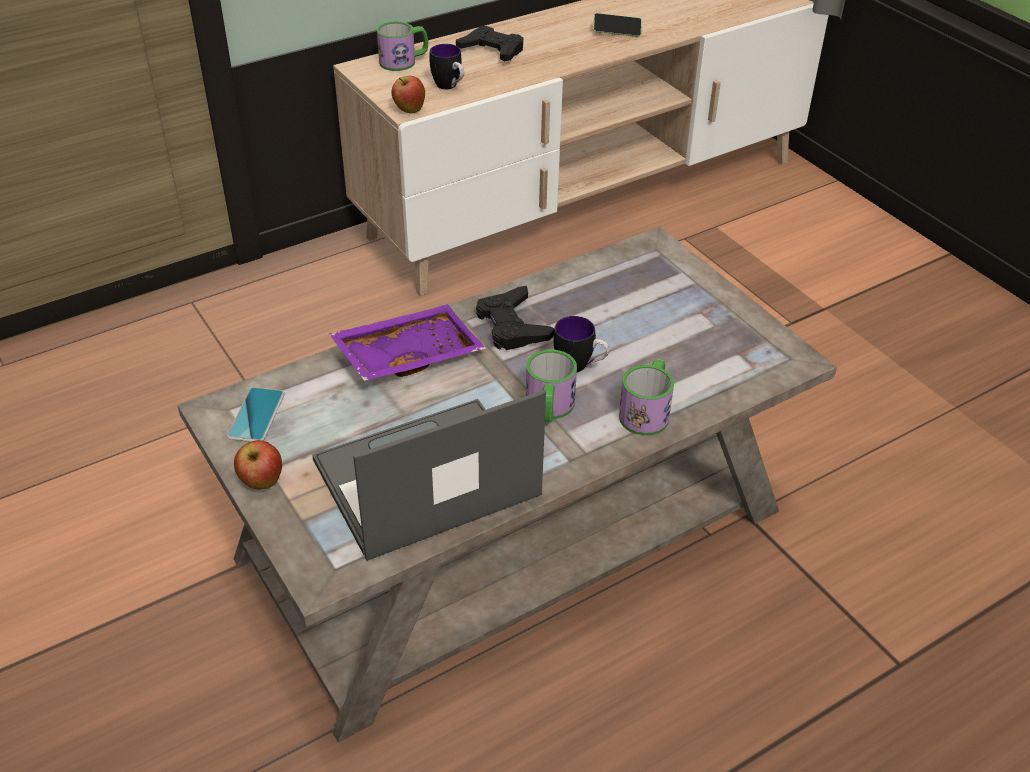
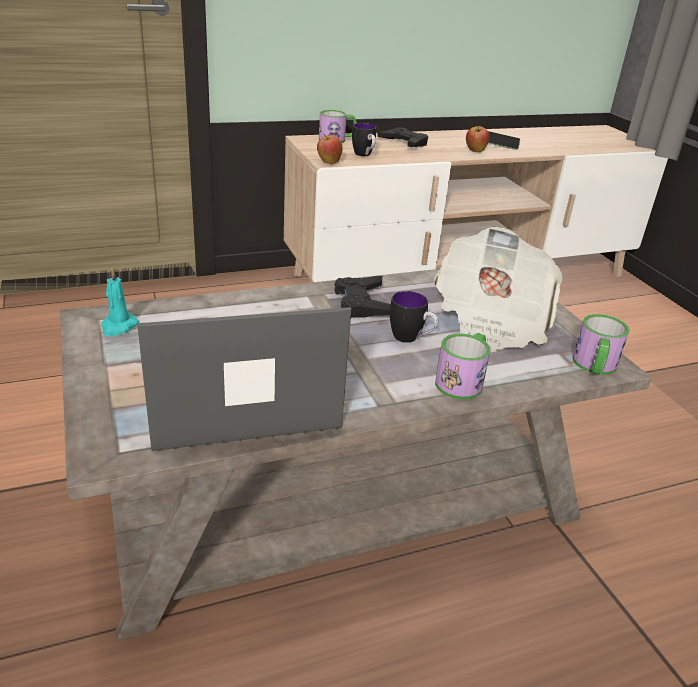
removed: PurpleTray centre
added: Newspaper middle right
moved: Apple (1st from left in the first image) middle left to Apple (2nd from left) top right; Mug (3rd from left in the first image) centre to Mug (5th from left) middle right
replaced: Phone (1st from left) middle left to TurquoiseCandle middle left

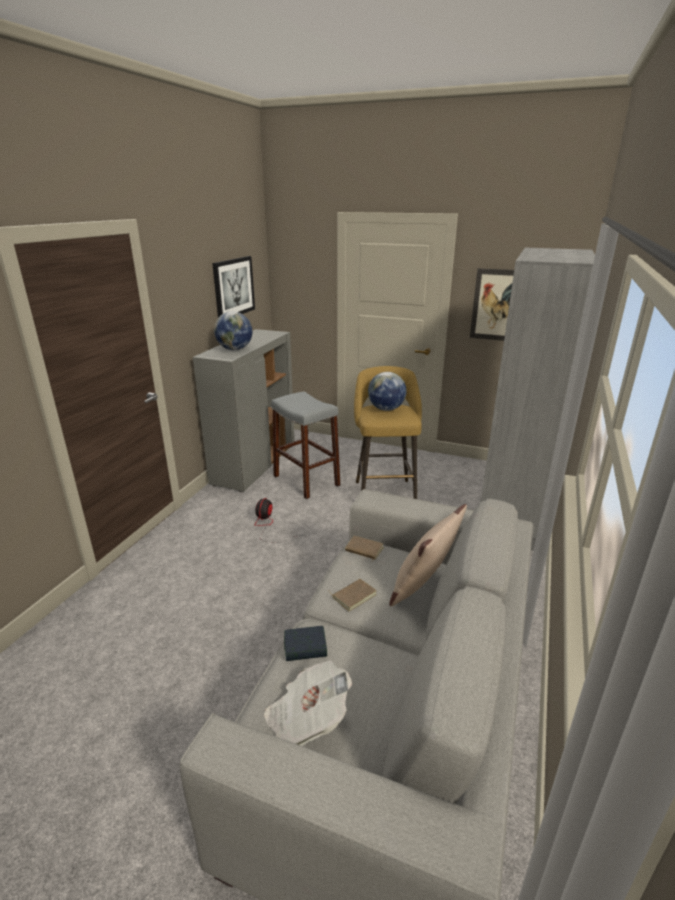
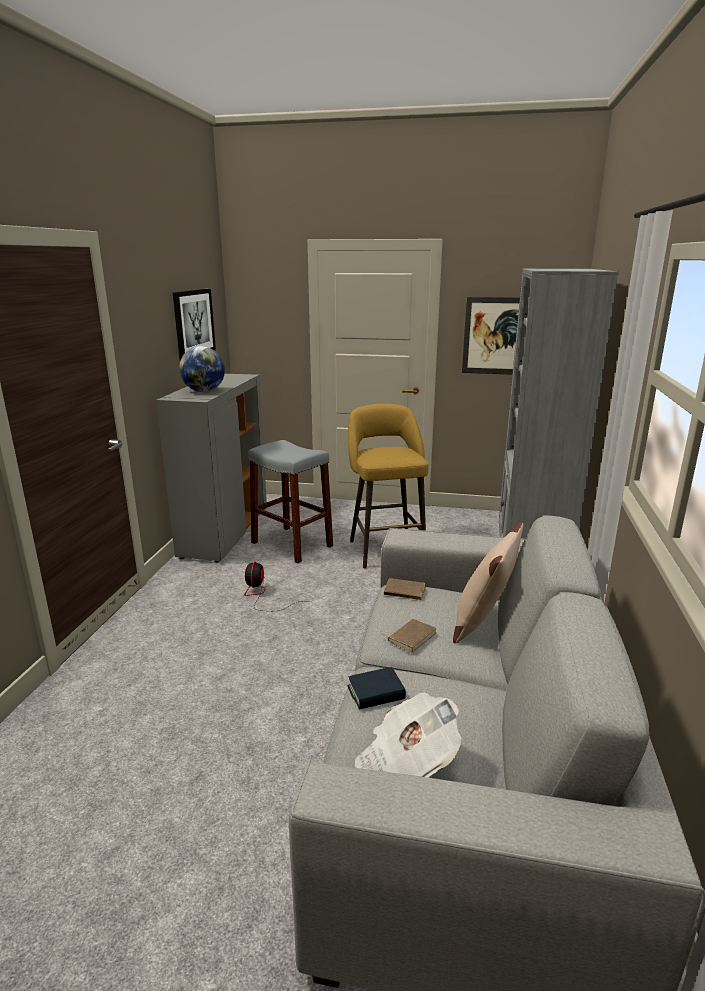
removed: Globe (2nd from left) centre

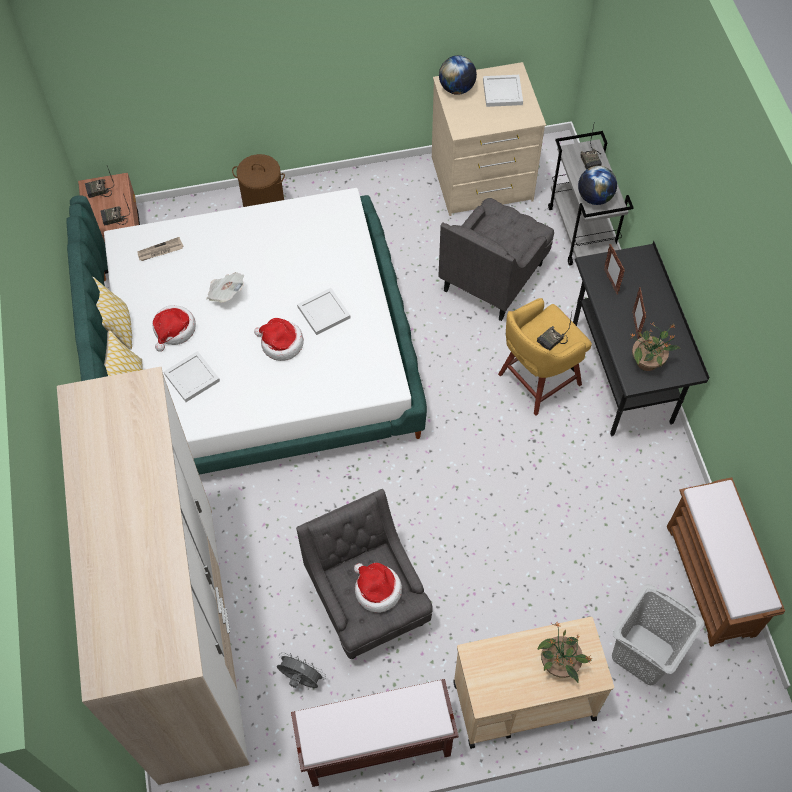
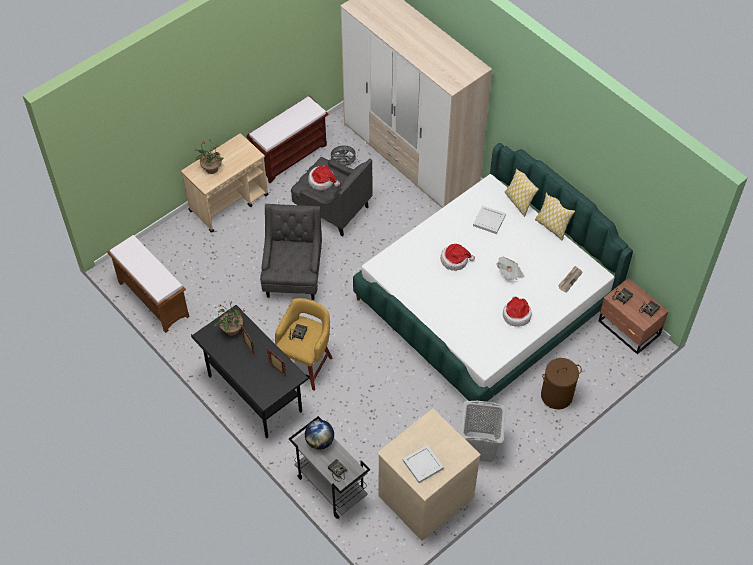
removed: WhiteTray (2nd from left) centre; Globe (1st from left) top centre
moved: GreyArmchair (2nd from left in the first image) top centre to GreyArmchair (1st from left) centre; GreyLaundryBasket bottom right to bottom centre; Hat (1st from left in the first image) middle left to Hat (3rd from left) middle right

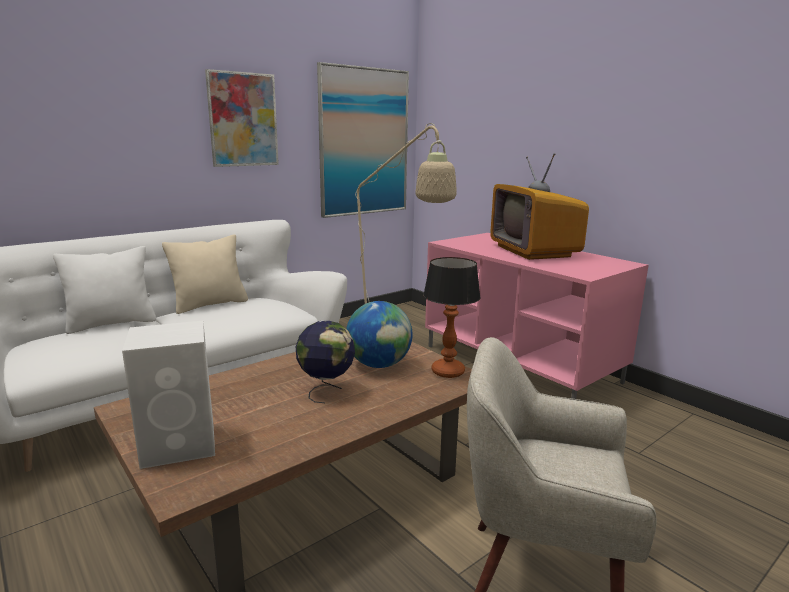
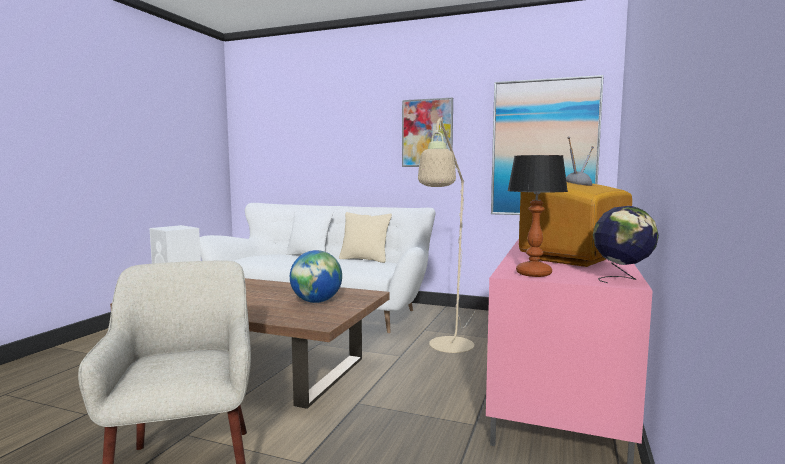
moved: TableLamp centre to middle right; Globe (1st from left in the first image) centre to Globe (2nd from left) middle right

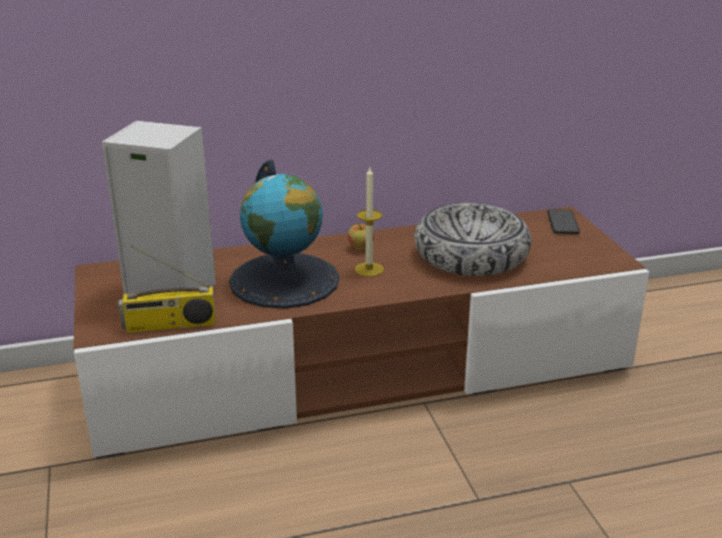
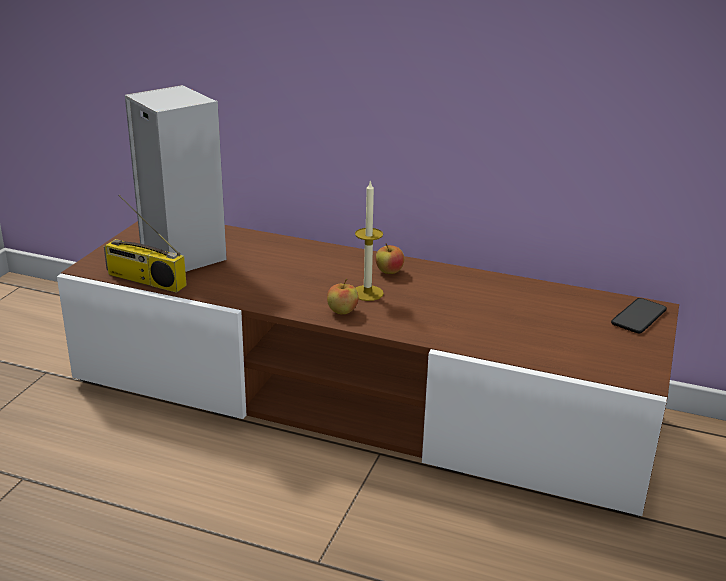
removed: Globe centre; Bowl centre
added: Apple (1st from left) centre

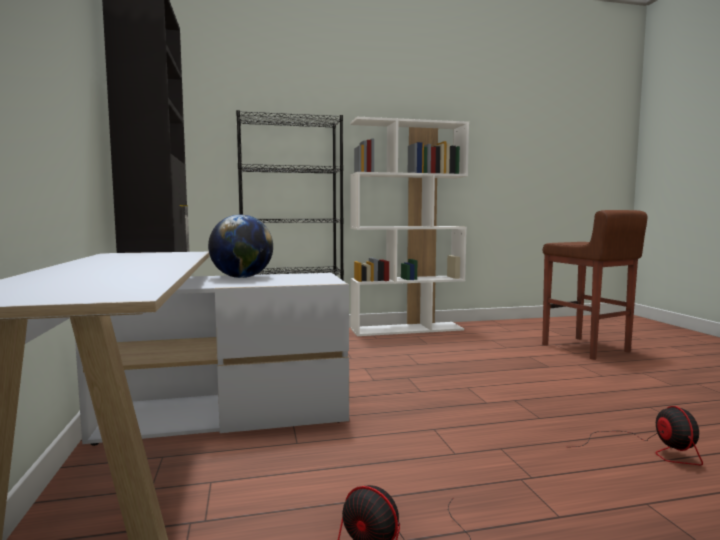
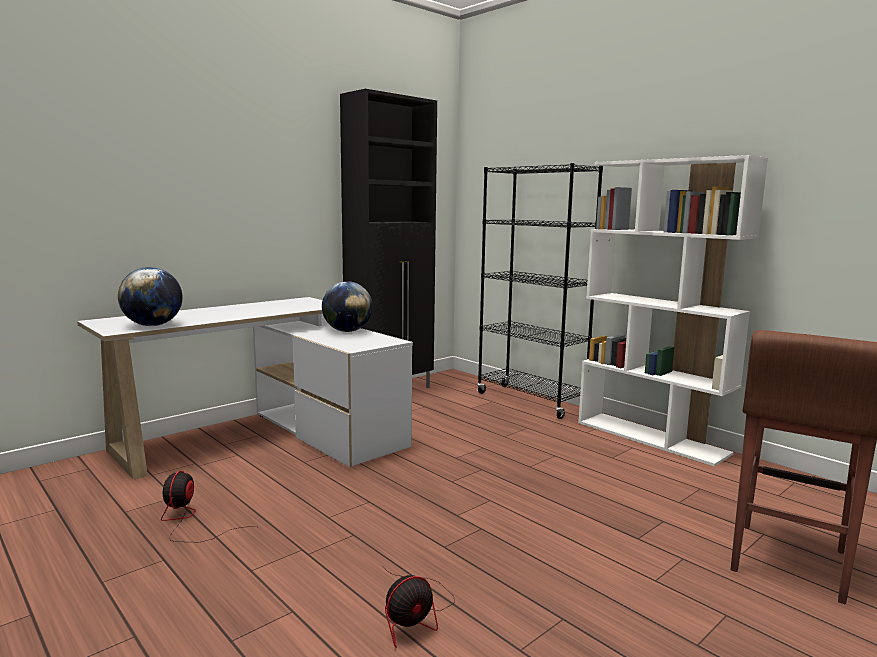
added: Globe (1st from left) middle left

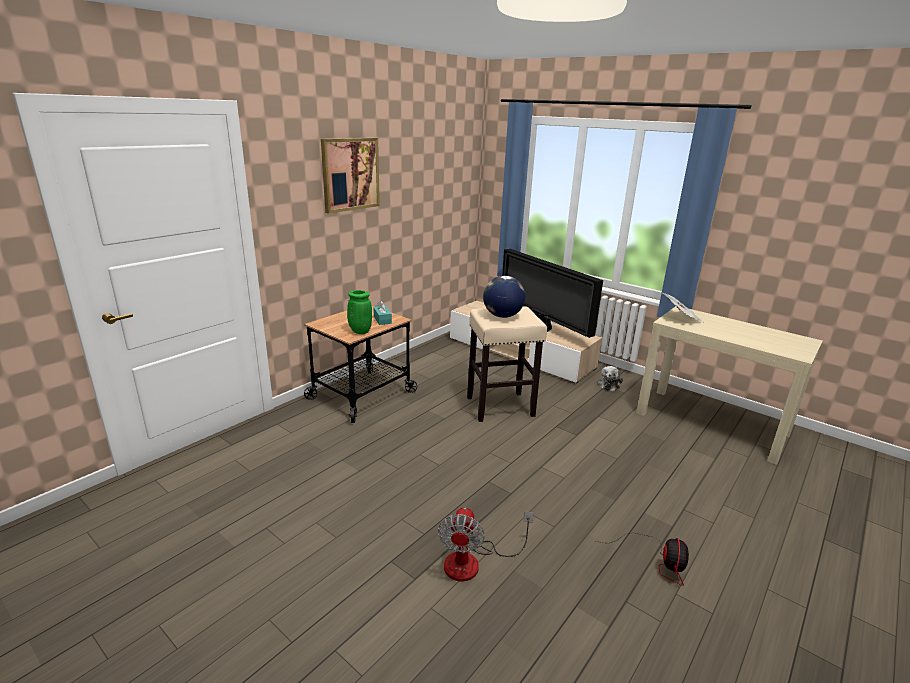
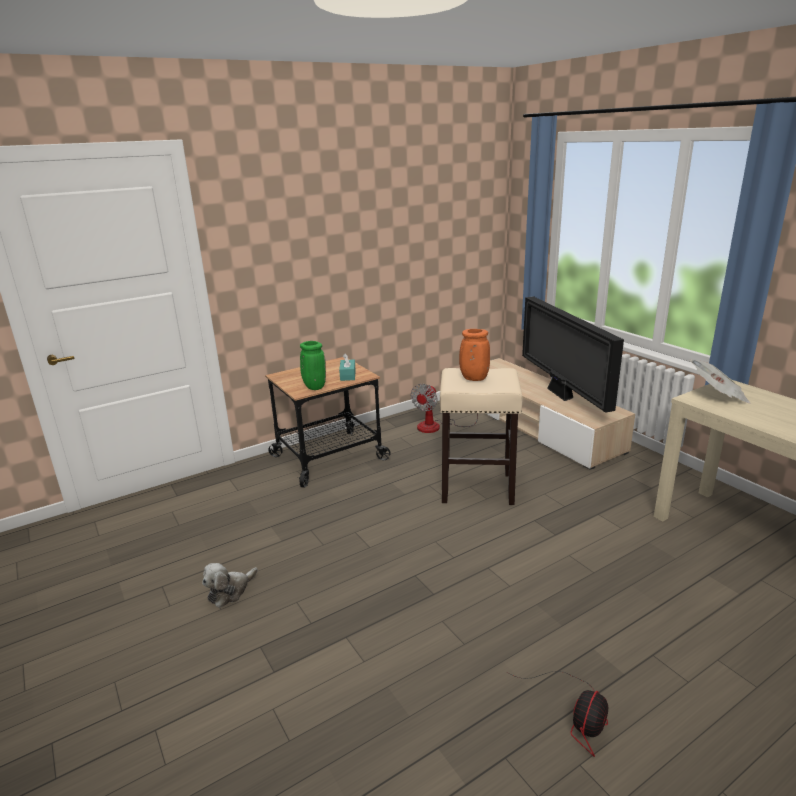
removed: Picture top centre
moved: PlushToy middle right to bottom left; Fan (1st from left) bottom centre to centre
replaced: Globe centre to OrangeVase centre

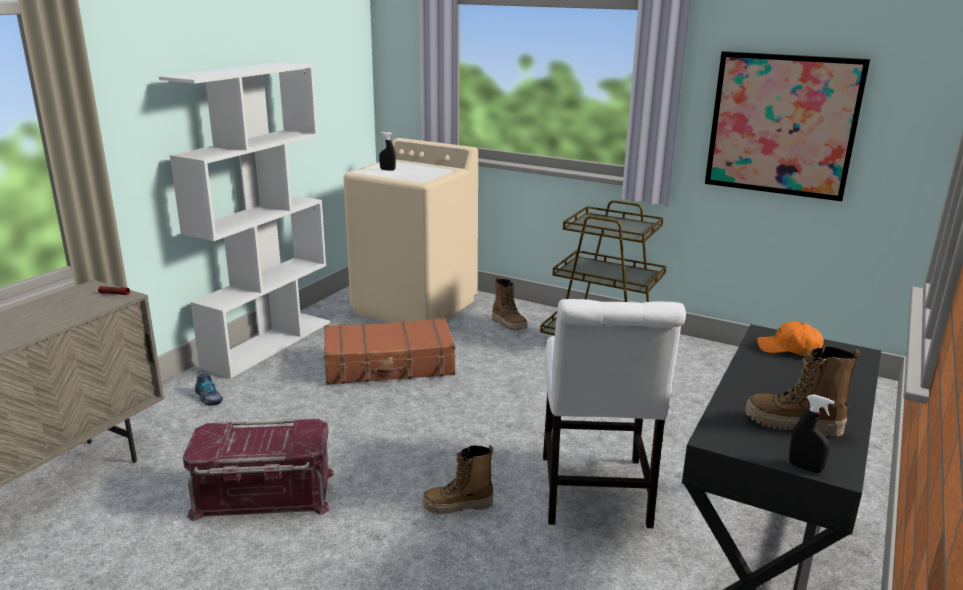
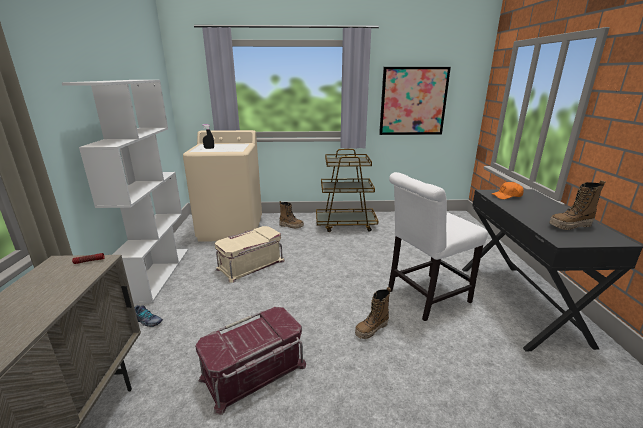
removed: BlackSprayBottle (2nd from left) bottom right
replaced: BrownSuitcase centre to BeigeStorageBox centre
turned: WhiteChair bottom centre = middle right 90 degrees clockwise

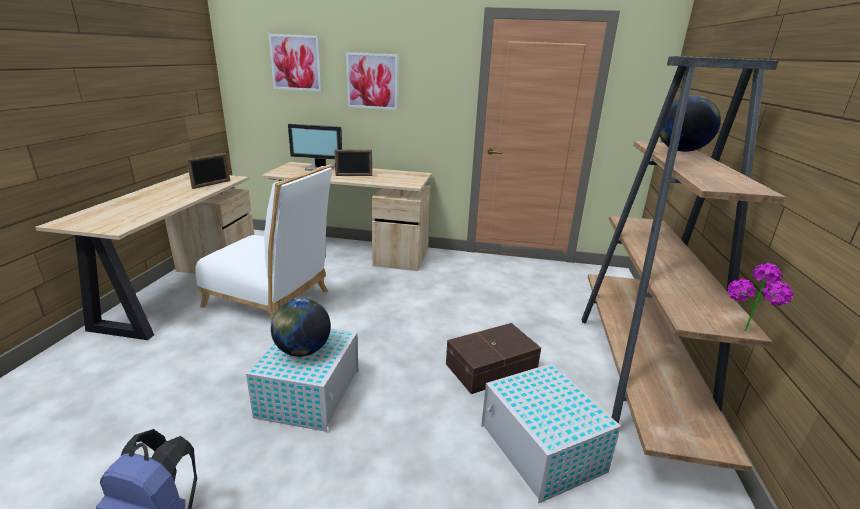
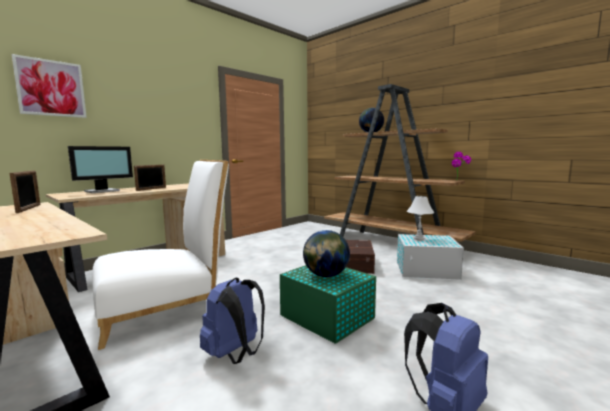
removed: Picture (2nd from left) top centre
added: BlueBackpack (1st from left) bottom centre; WhiteTableLamp middle right
recoloured: WhiteStorageBox (1st from left) bottom centre to GreenStorageBox bottom centre

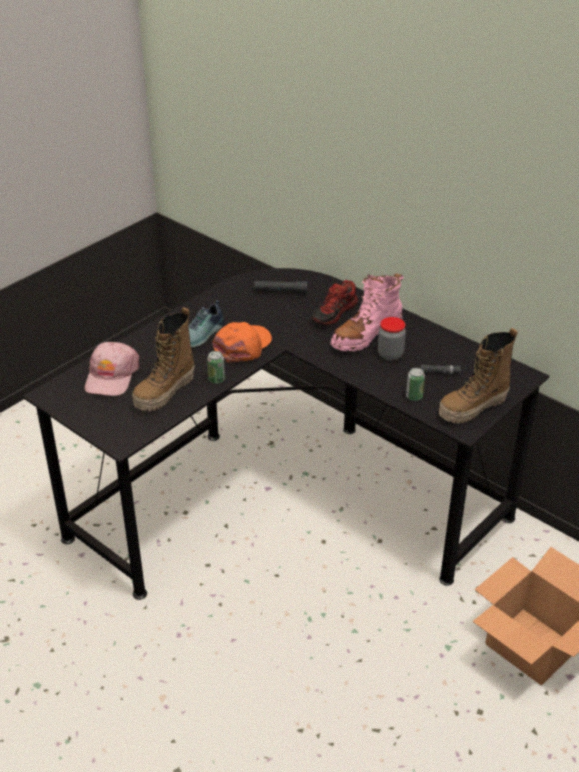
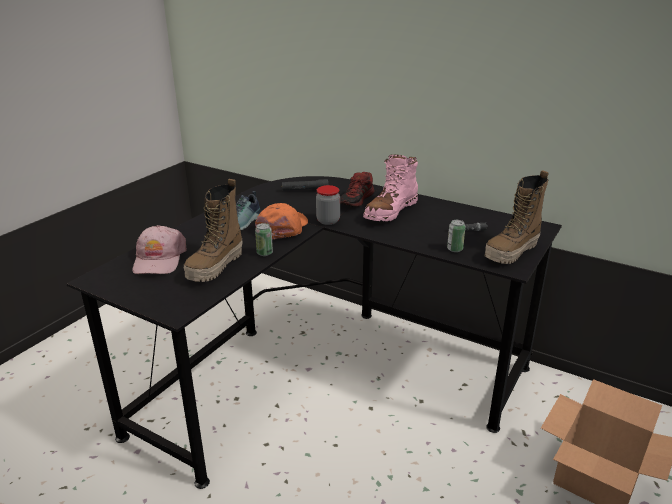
moved: Jar middle right to centre

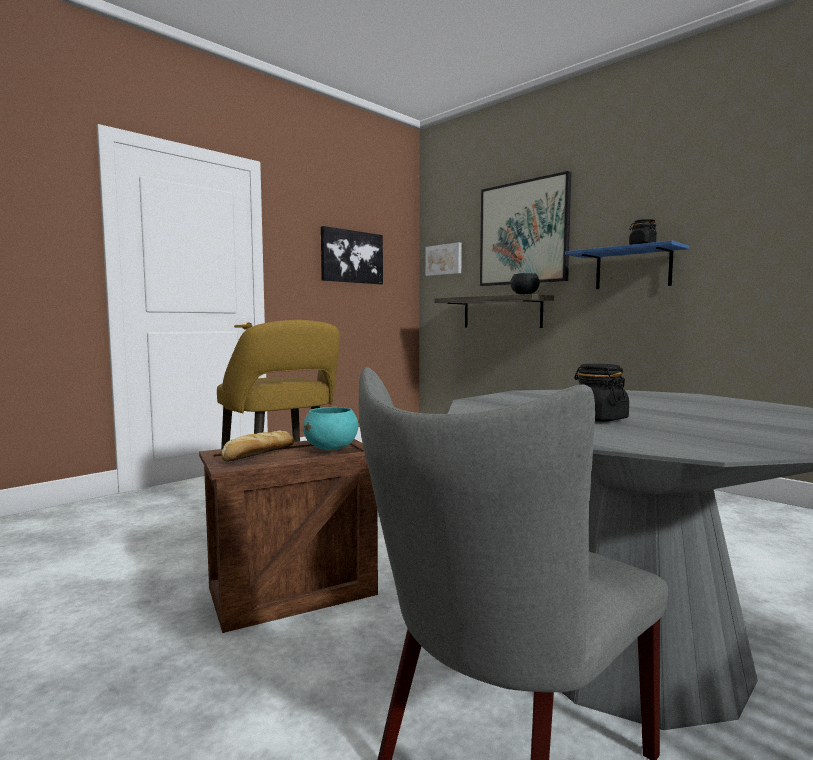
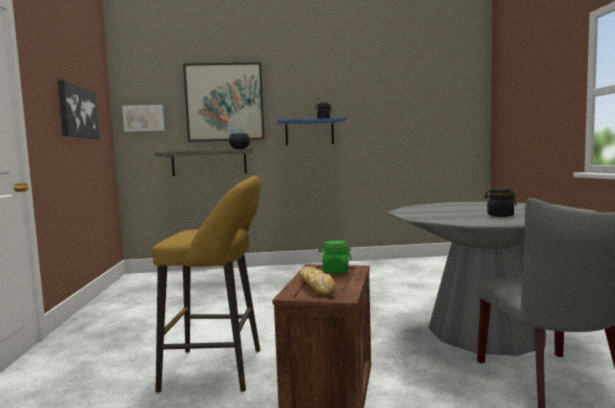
replaced: TurquoiseBowl centre to GreenJar centre

